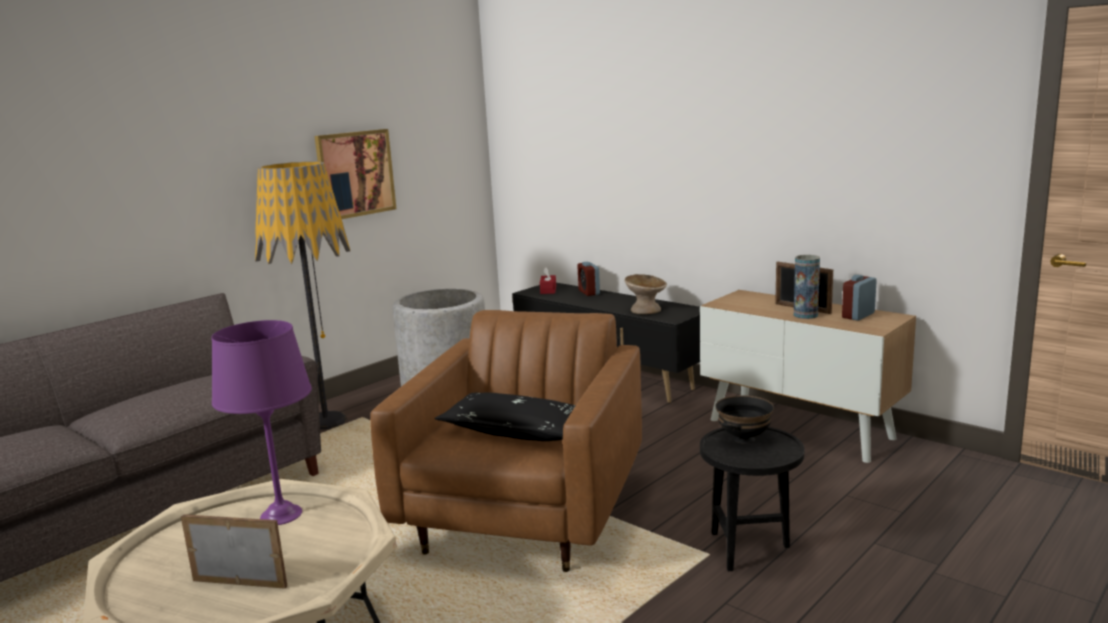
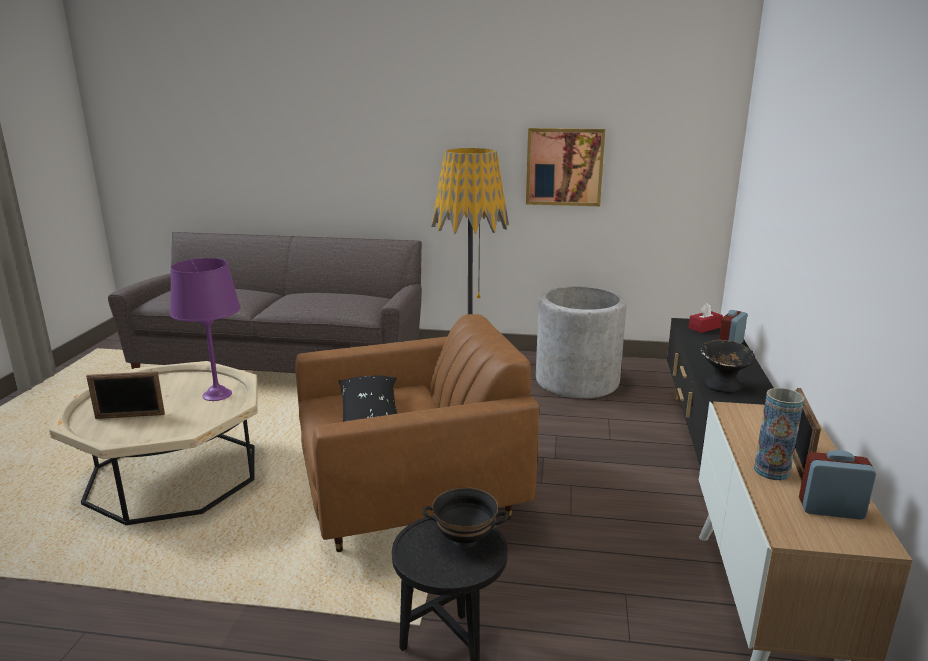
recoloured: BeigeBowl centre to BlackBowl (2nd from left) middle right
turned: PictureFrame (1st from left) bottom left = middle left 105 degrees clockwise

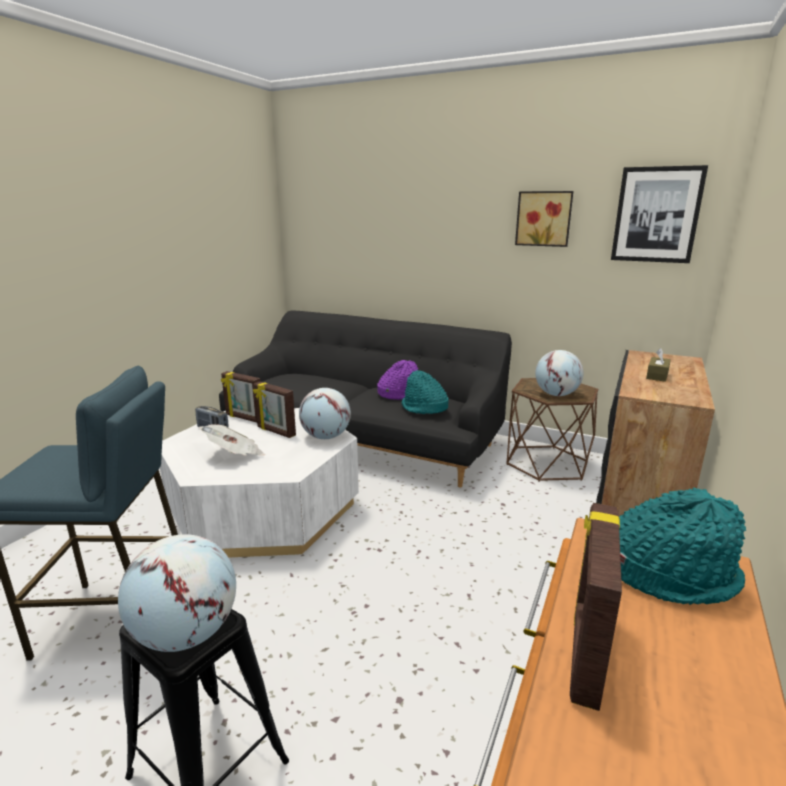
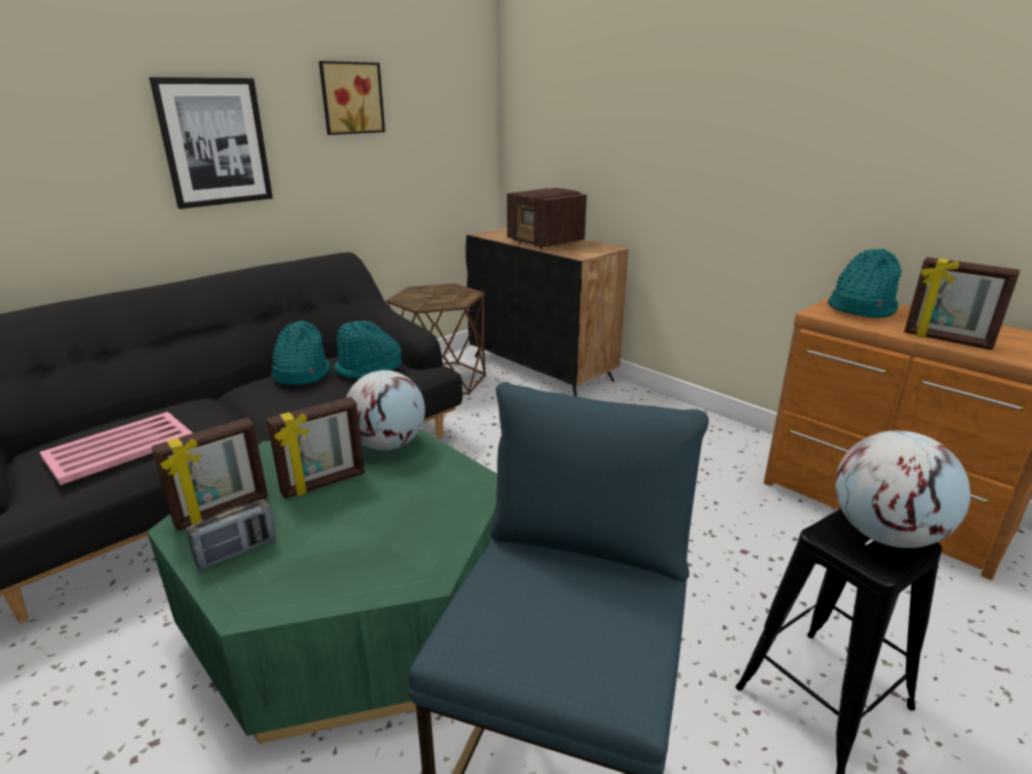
removed: Newspaper middle left; Globe (3rd from left) middle right
added: PinkTray middle left
moved: Picture (2nd from left in the first image) top right to Picture (1st from left) top left
replaced: BrownTissueBox middle right to Radio (2nd from left) top centre
recoloured: WhiteCoffeeTable middle left to GreenCoffeeTable bottom left; PurpleHat centre to TurquoiseHat (1st from left) middle left

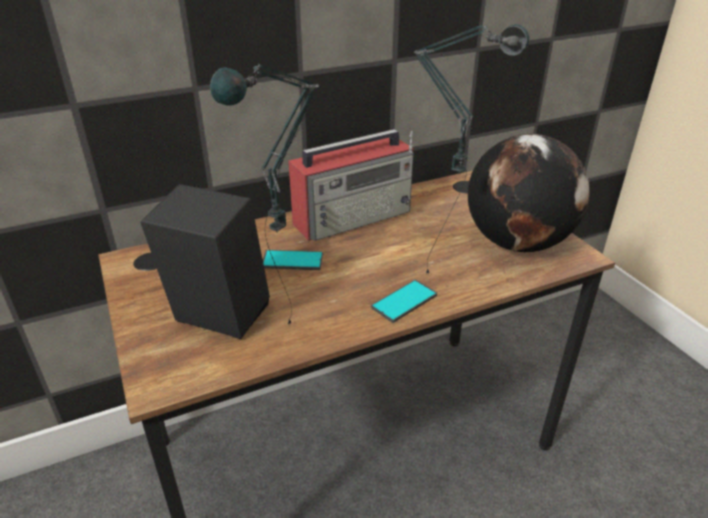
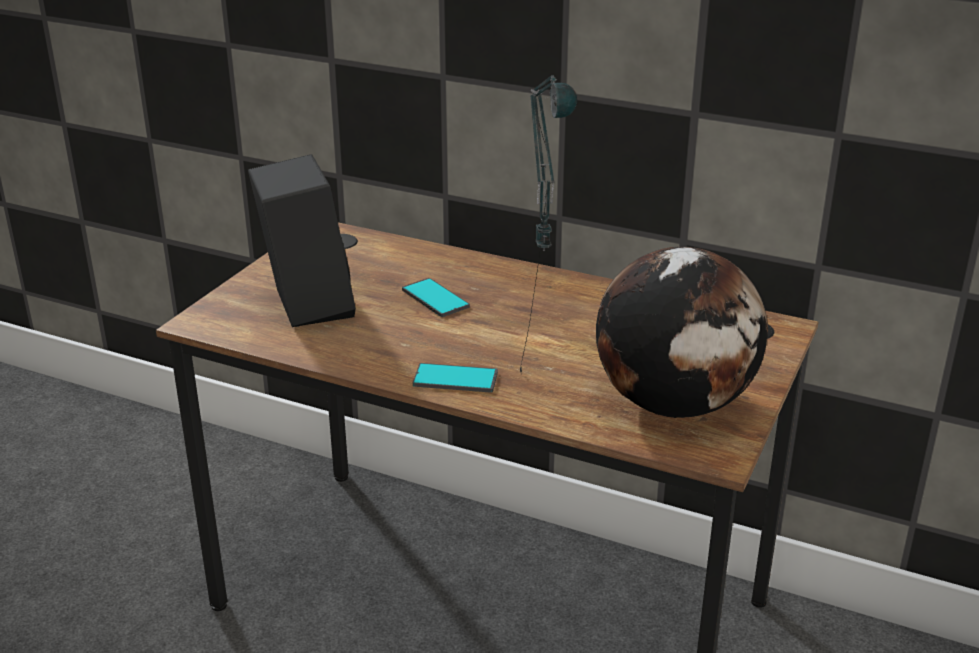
removed: TableLamp (1st from left) centre; Radio centre

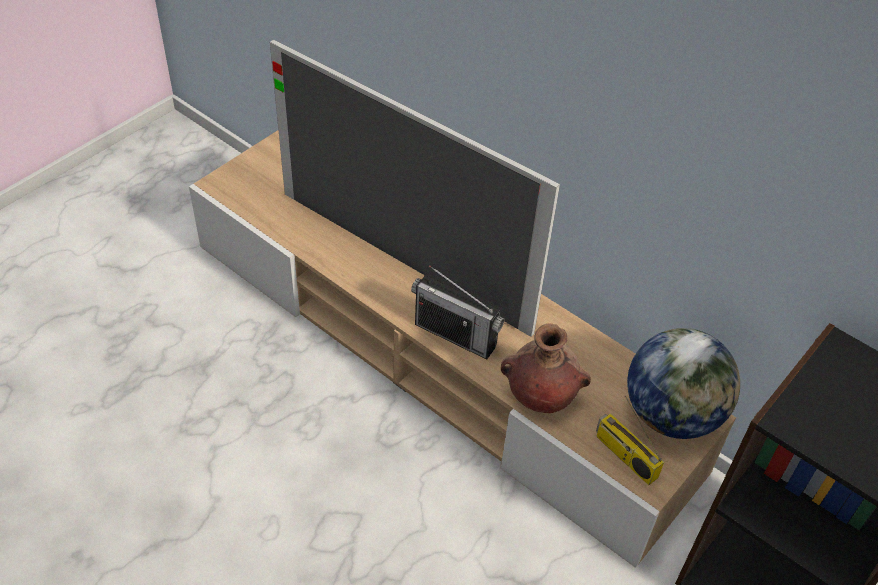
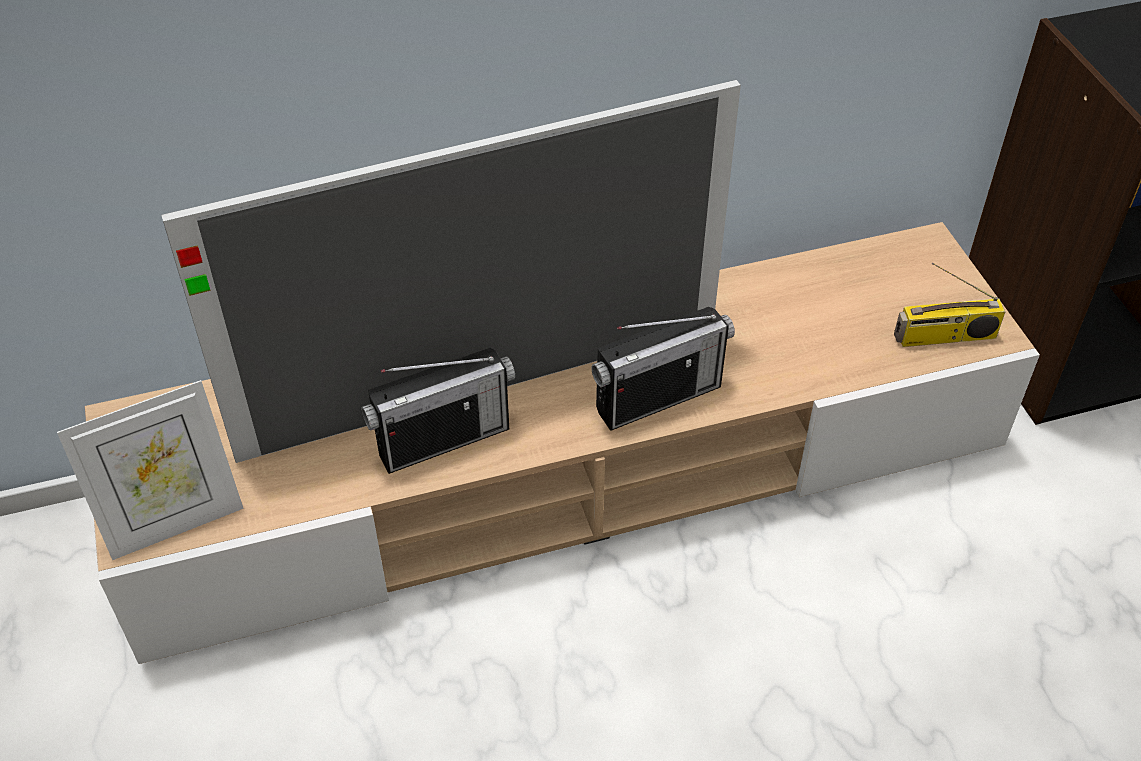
removed: BrownVase centre; Globe middle right
added: PictureFrame middle left; Radio (1st from left) centre

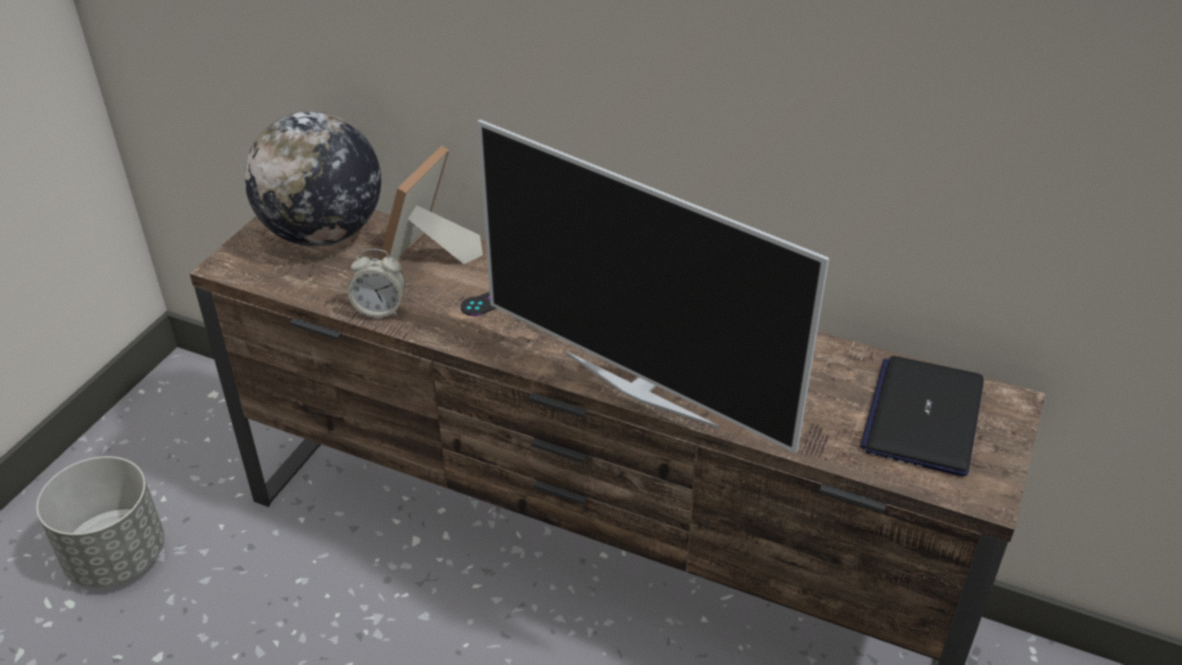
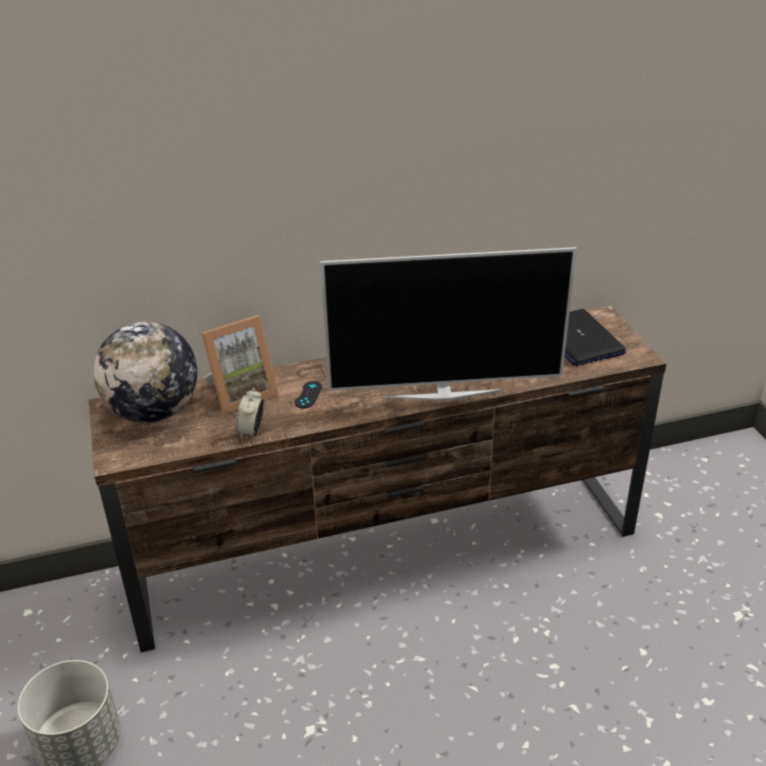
turned: PictureFrame top centre = middle left 105 degrees counterclockwise; AlarmClock middle left = middle left 135 degrees clockwise

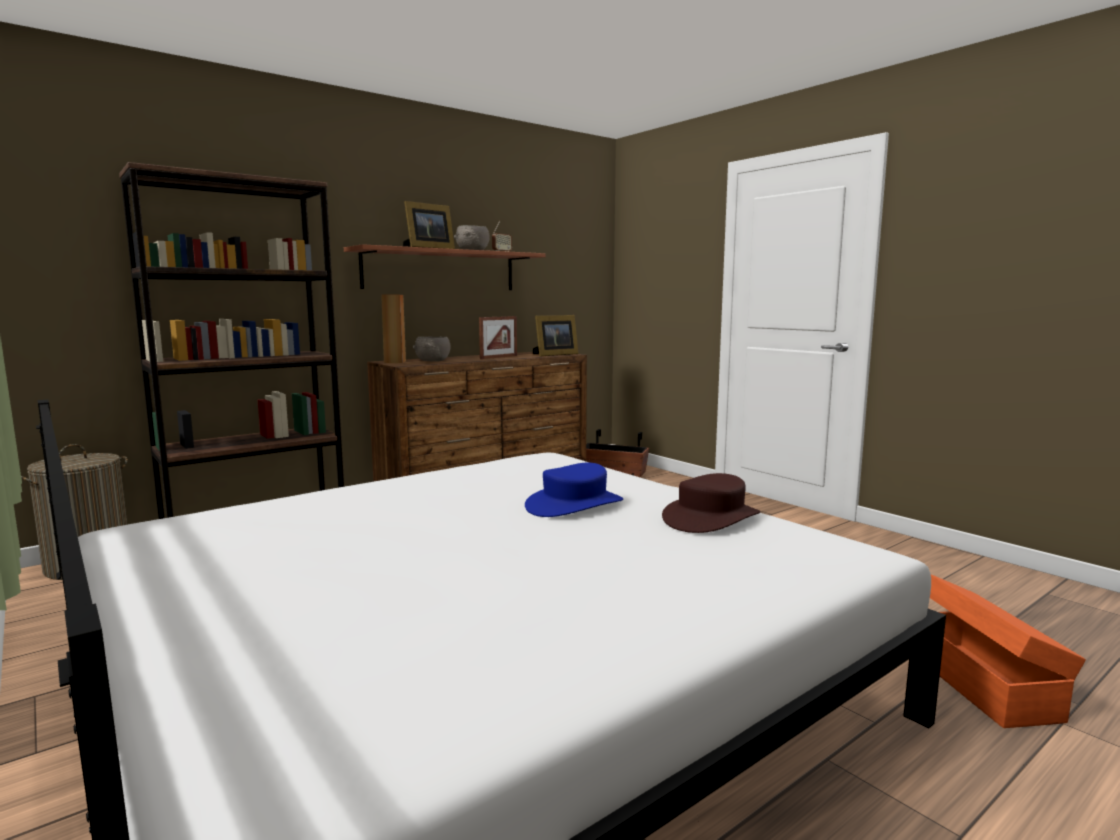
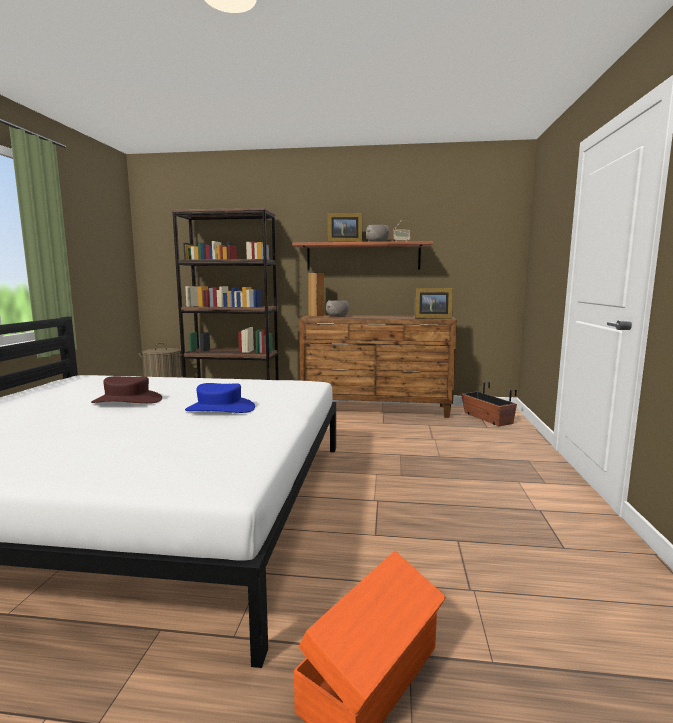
removed: PictureFrame (2nd from left) centre
moved: BrownHat centre to middle left

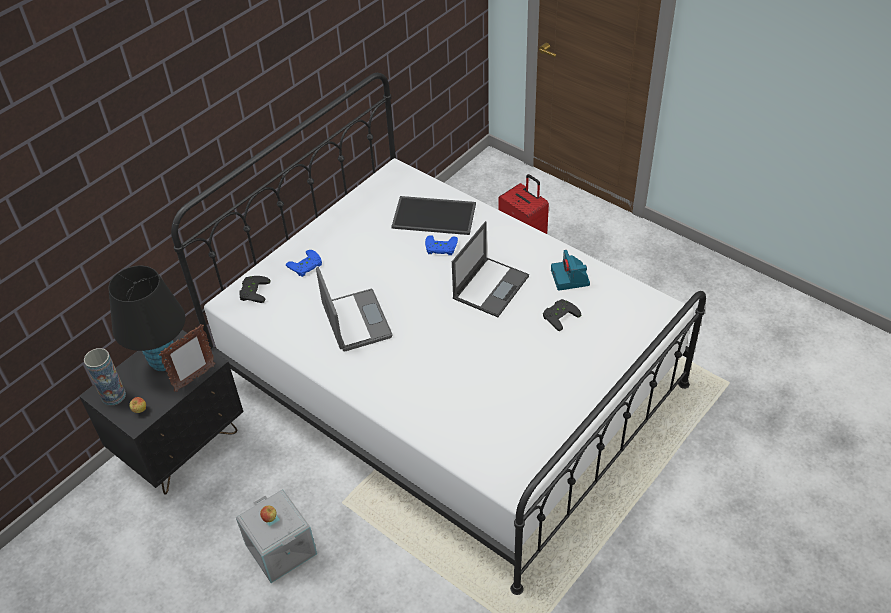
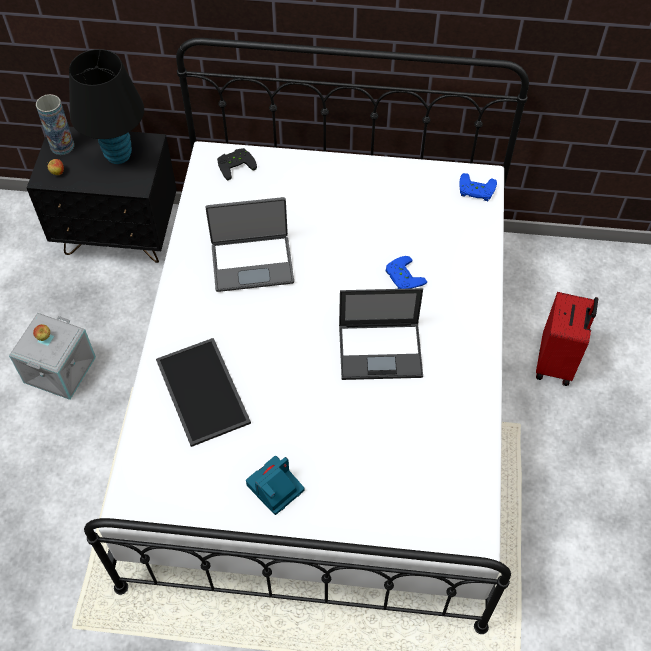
removed: PictureFrame middle left; BlackGameController (2nd from left) centre
moved: Tray centre to middle left; PhotoCamera centre to bottom centre; BlueGameController (1st from left in the first image) centre to BlueGameController (2nd from left) top right
turned: Laptop (1st from left) centre = centre 45 degrees clockwise

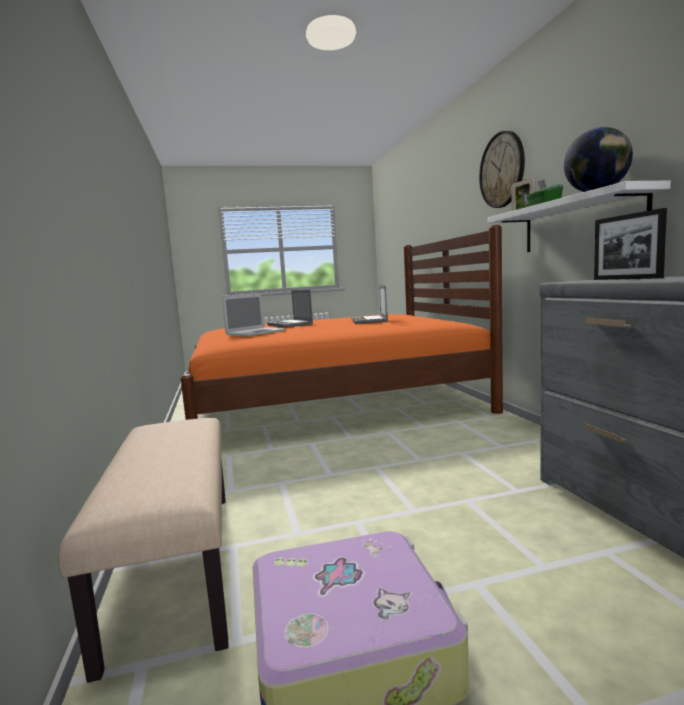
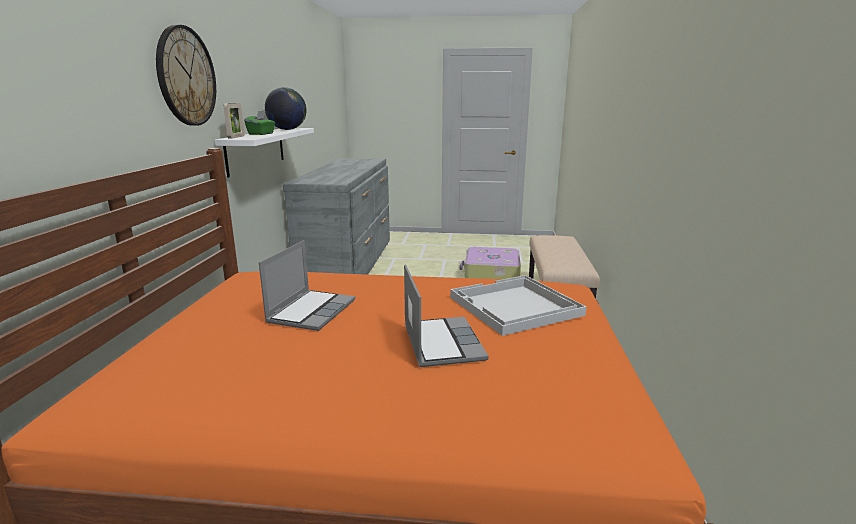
removed: PictureFrame (2nd from left) middle right
replaced: Laptop (1st from left) centre to WhiteTray centre

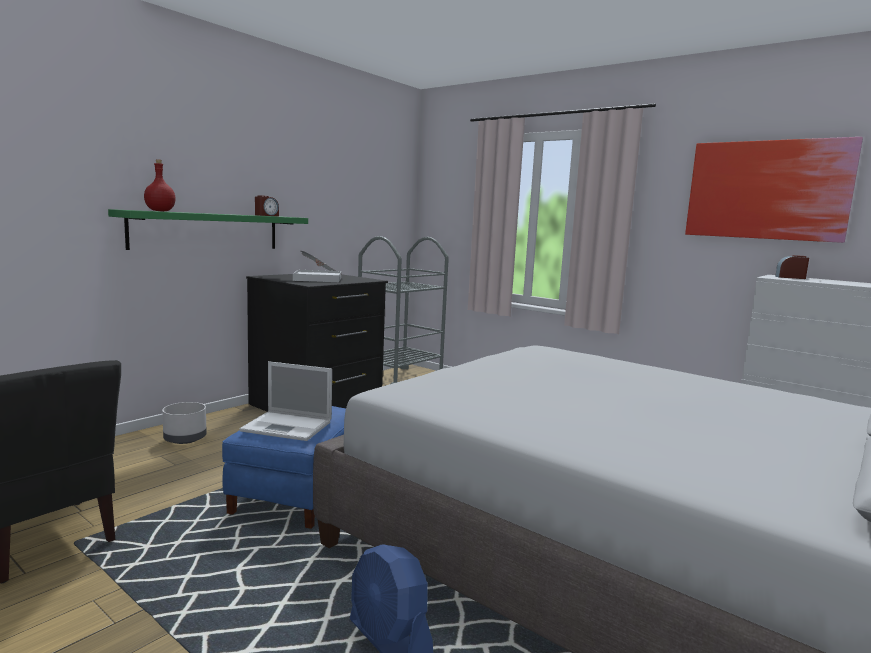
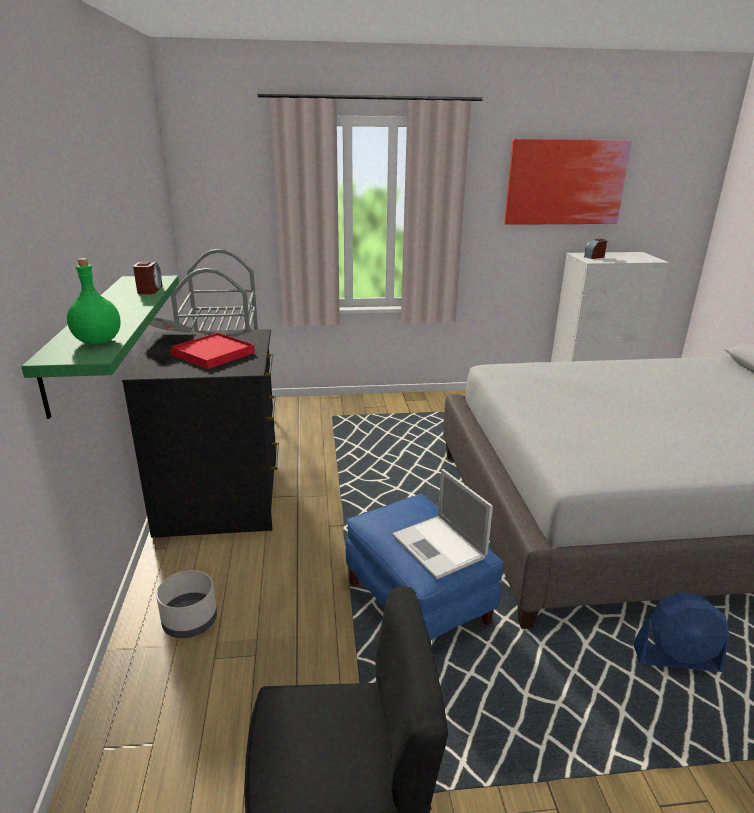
recoloured: RedBottle top left to GreenBottle middle left; WhiteTray centre to RedTray middle left
turned: Laptop middle left = centre 90 degrees clockwise

